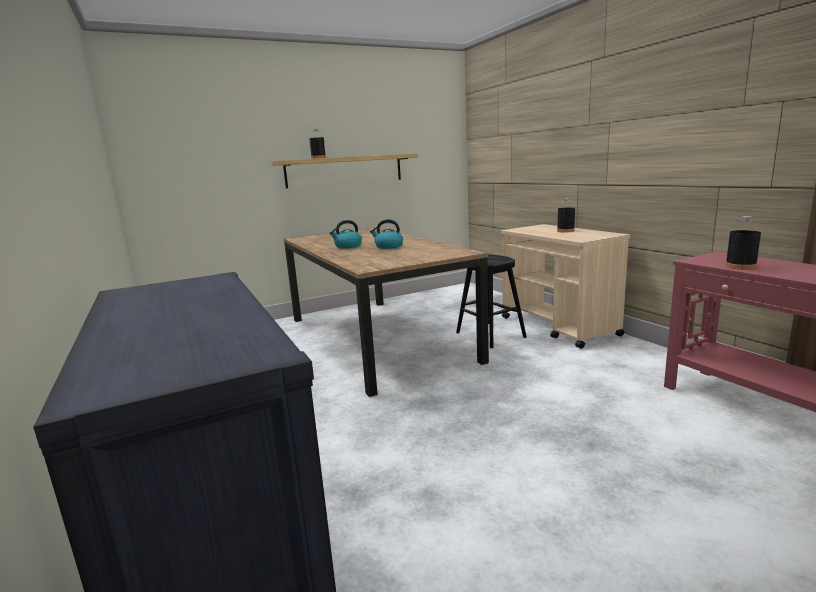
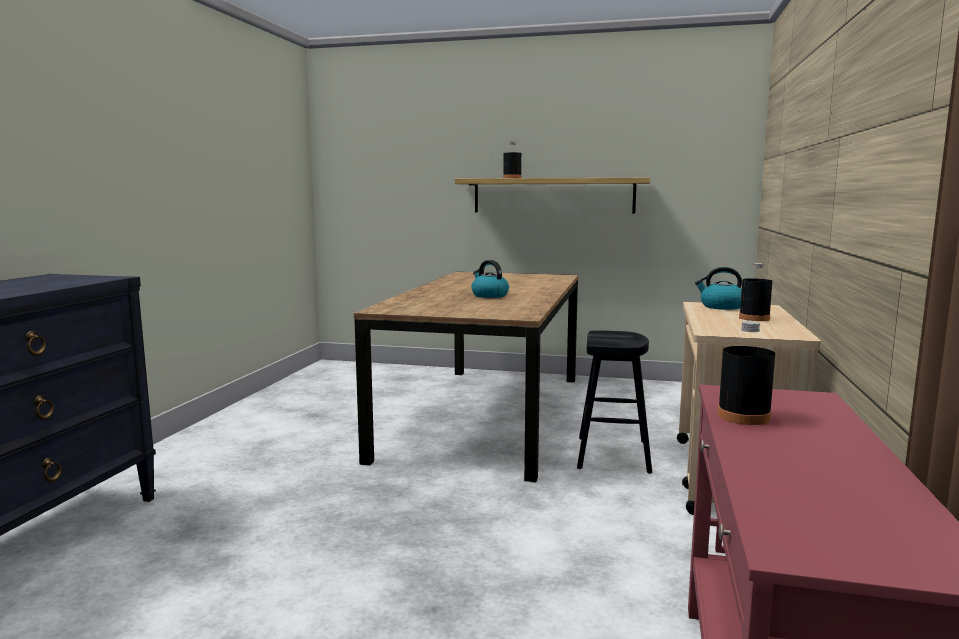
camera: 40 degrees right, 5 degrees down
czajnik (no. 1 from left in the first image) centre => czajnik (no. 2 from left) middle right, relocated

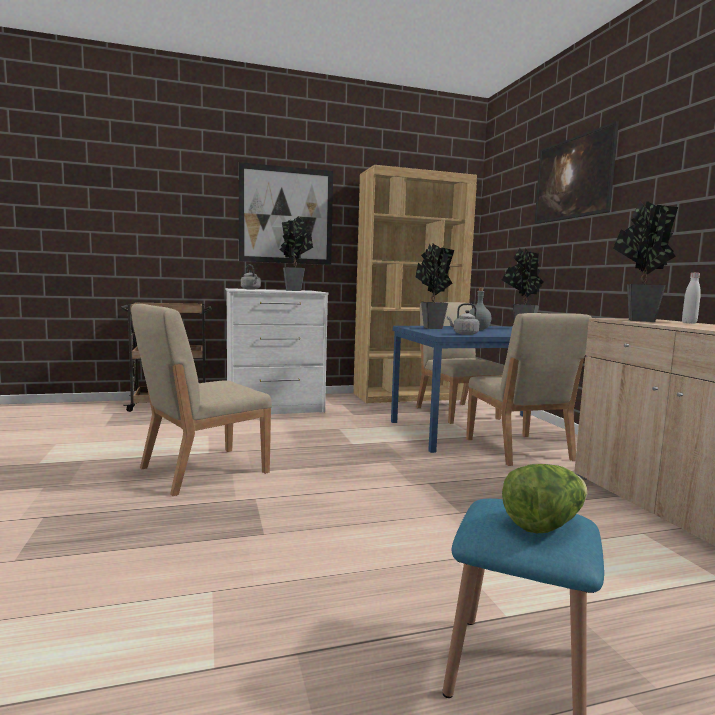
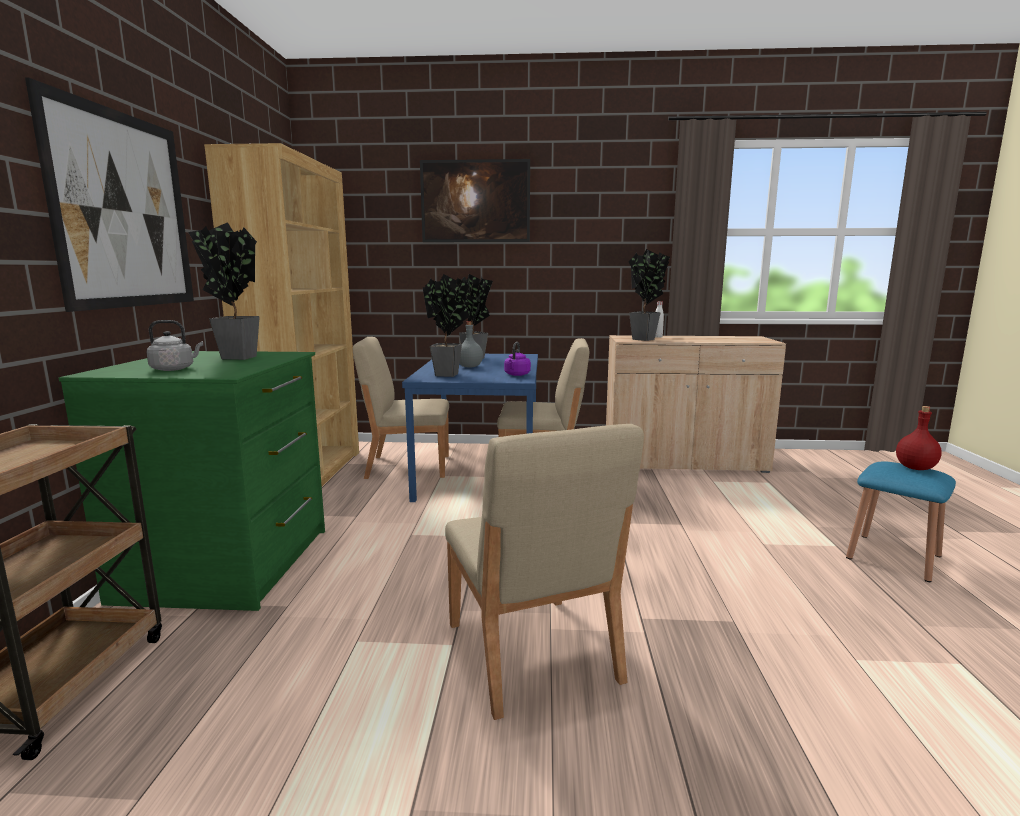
camera: 70 degrees left, 5 degrees up
komoda [biały] centre => komoda [zielony] middle left
czajnik [szary] (no. 2 from left) centre => czajnik [fioletowy] centre
sałata bottom right => butelka [czerwony] middle right

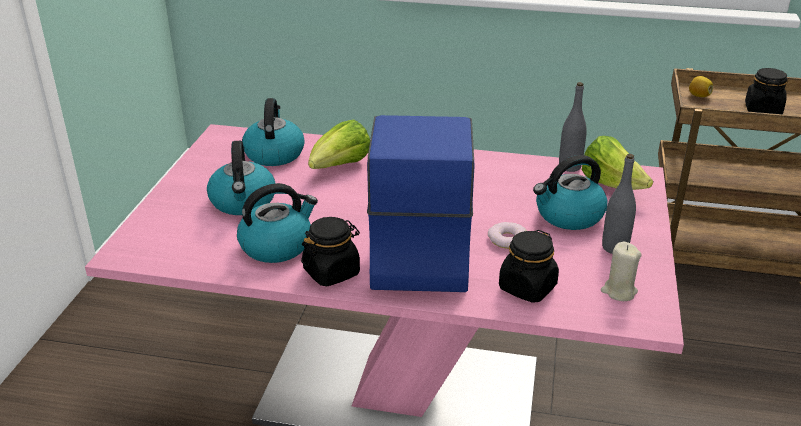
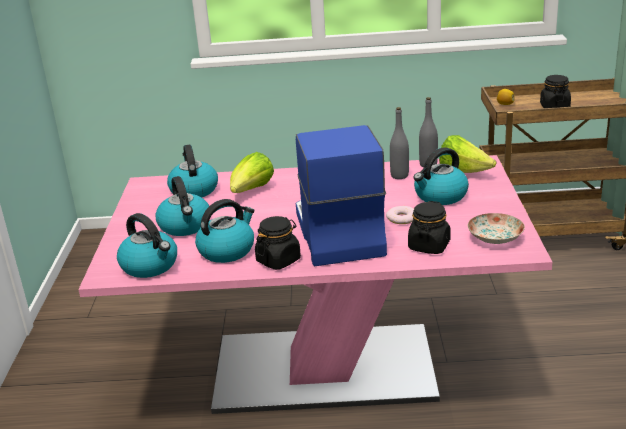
camera: 10 degrees left, 5 degrees down
butelka [szary] (no. 2 from left in the first image) middle right => butelka [szary] (no. 1 from left) centre, relocated
świeca [beżowy] middle right => talerz middle right
nothing => czajnik (no. 1 from left) middle left

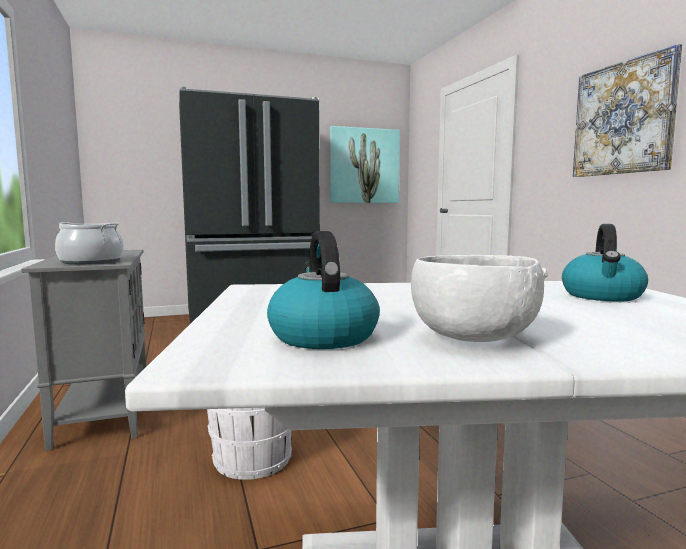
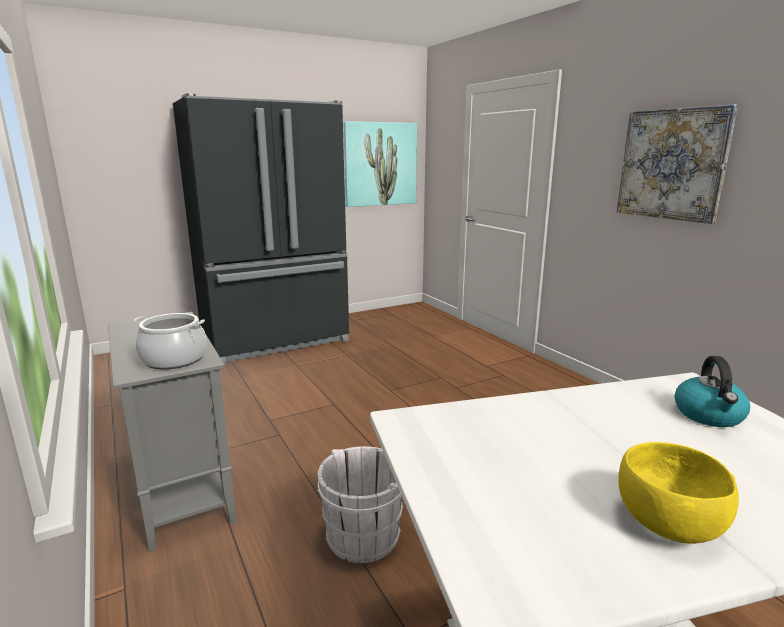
camera: 10 degrees left, 10 degrees up
czajnik (no. 1 from left) centre => nothing
miska [biały] middle right => miska [żółty] bottom right

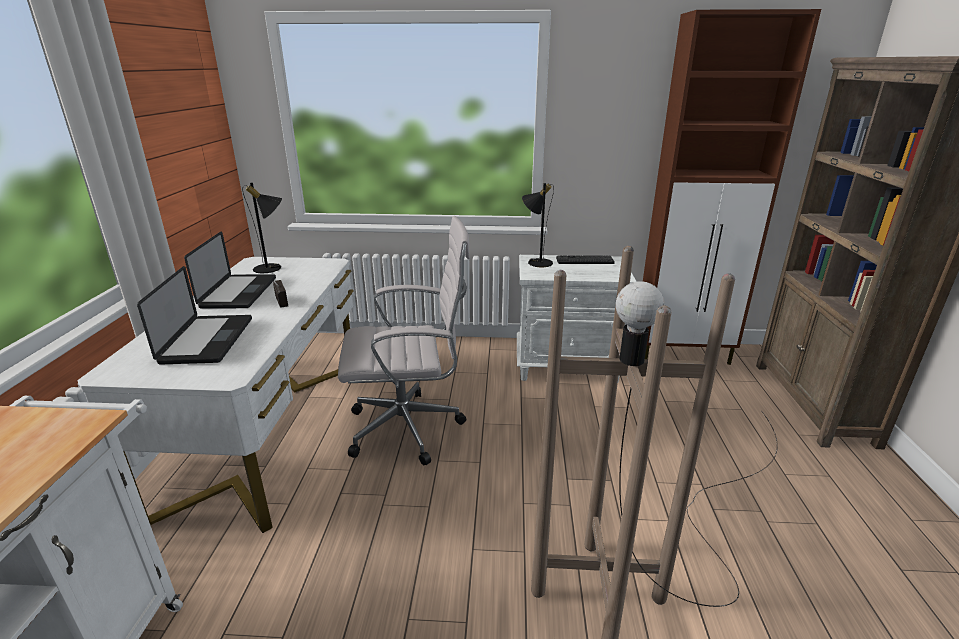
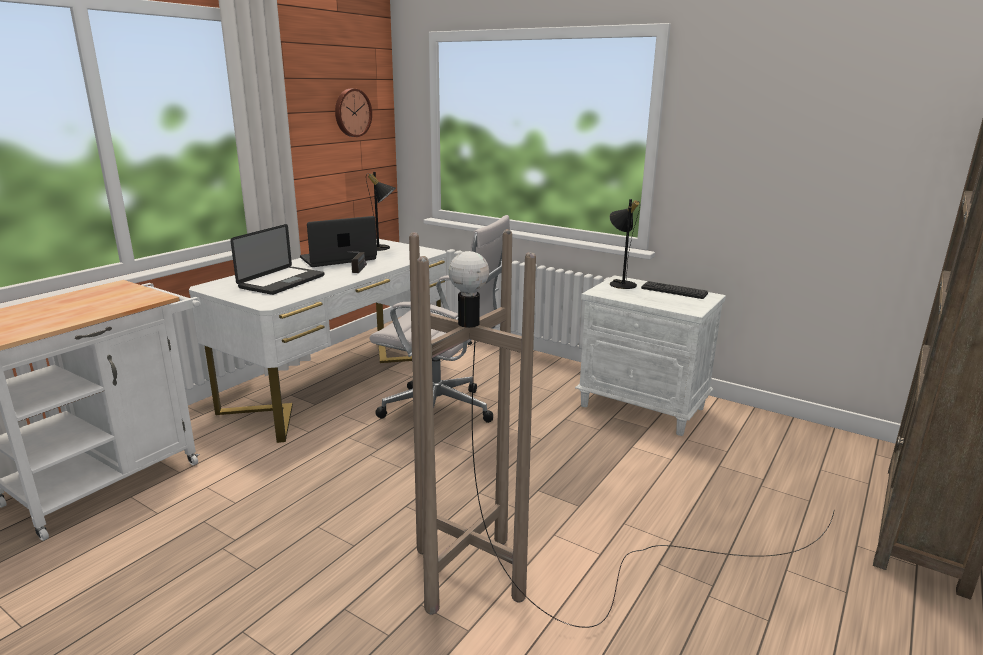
camera: 30 degrees right, 5 degrees down
szafka [brązowy] top right => nothing
laptop (no. 2 from left) middle left => laptop (no. 2 from left) centre, 150 degrees counterclockwise
nothing => zegar ścienny top centre

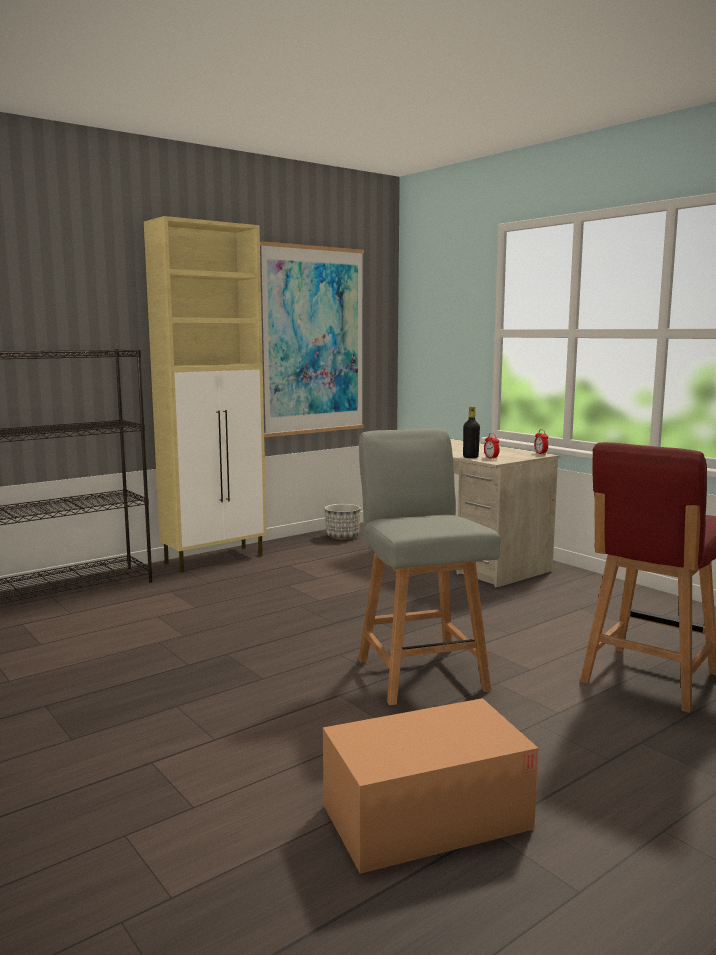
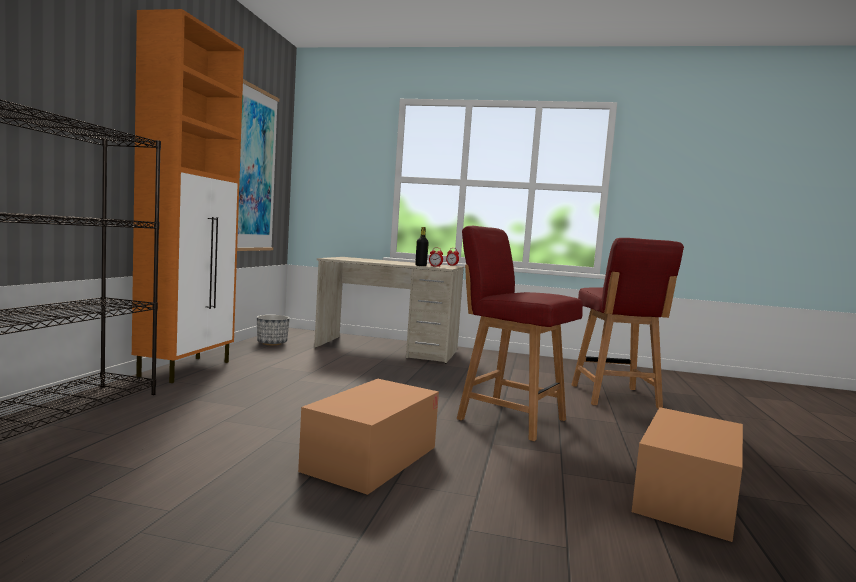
camera: 40 degrees left, 5 degrees down
szafka [beżowy] middle left => szafka [pomarańczowy] middle left
krzesło [szary] centre => krzesło [czerwony] (no. 1 from left) centre
nothing => karton (no. 1 from left) bottom centre

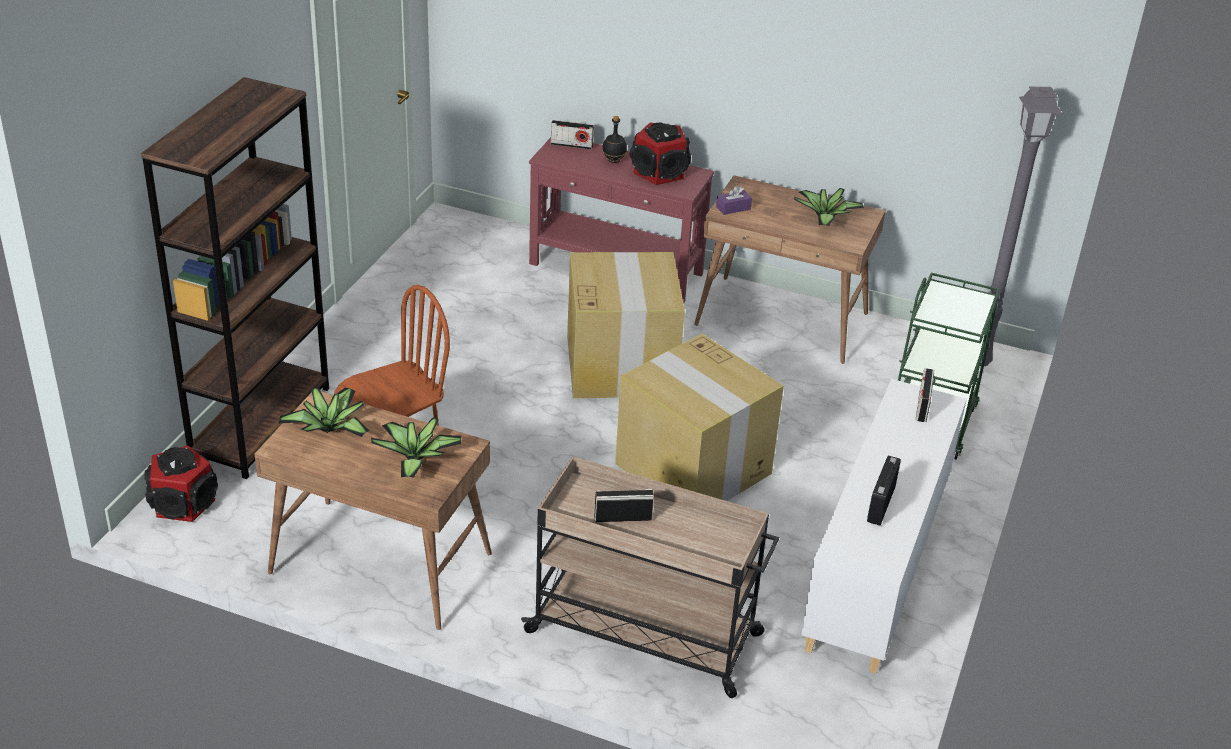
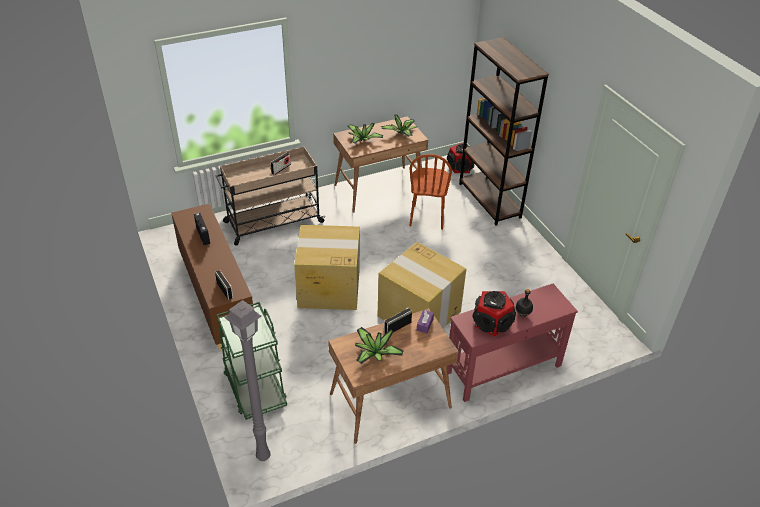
camera: 135 degrees right, 5 degrees up
radio (no. 1 from left in the first image) top centre => radio (no. 4 from left) centre, relocated
szafka [biały] bottom right => szafka [brązowy] middle left

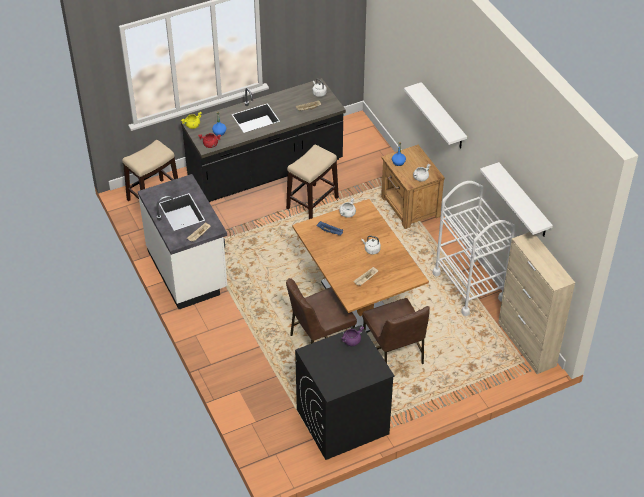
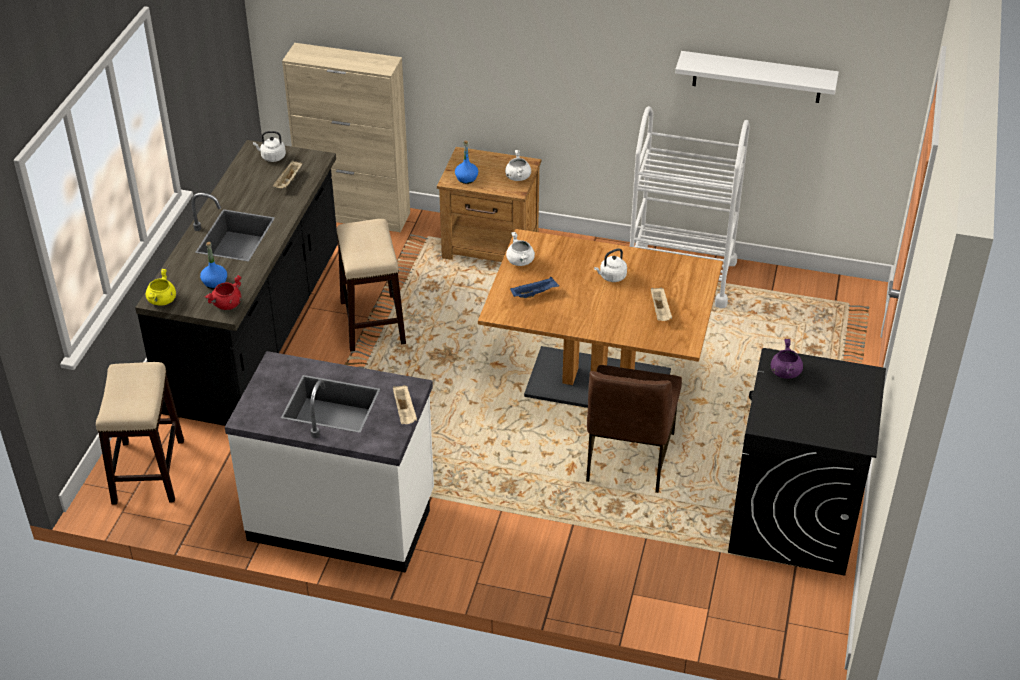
camera: 50 degrees left, 5 degrees down
półka [biały] (no. 1 from left) top right => nothing
szafka [beżowy] middle right => szafka [beżowy] top centre, relocated
krzesło [brązowy] (no. 2 from left) centre => nothing

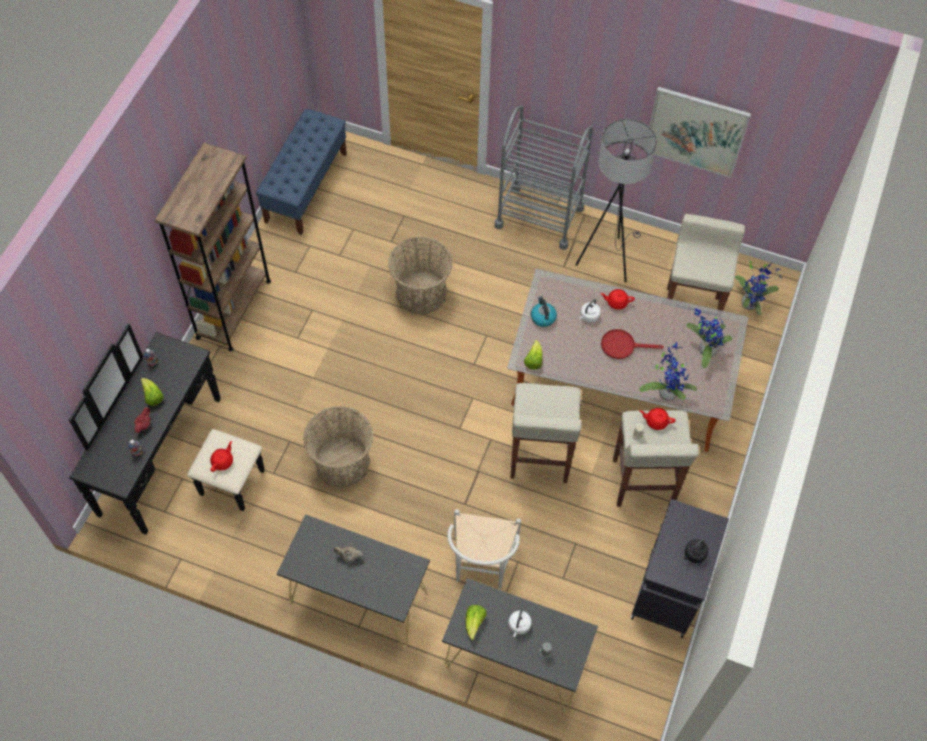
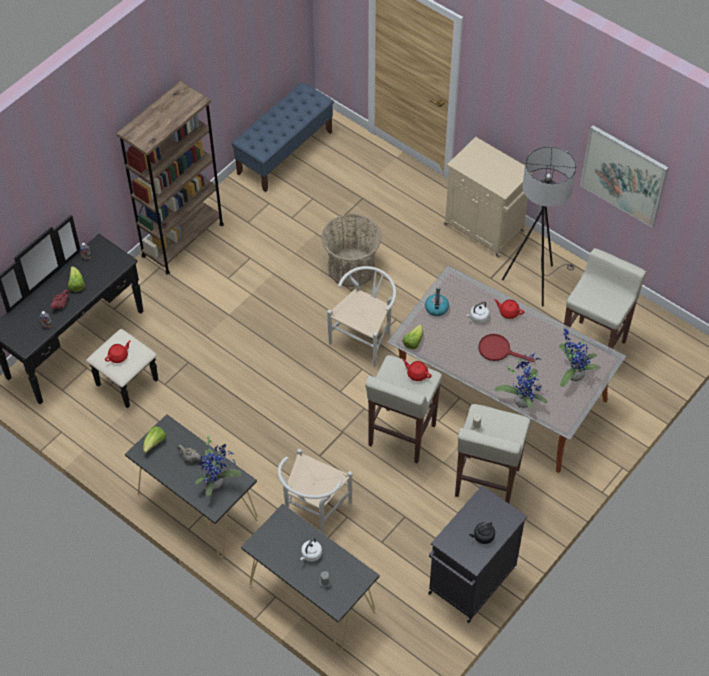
camera: 20 degrees right, 5 degrees down
wózek [szary] top centre => szafka [beżowy] top right
roślina doniczkowa (no. 3 from left in the first image) middle right => roślina doniczkowa (no. 1 from left) bottom left, relocated
koszyk (no. 1 from left) centre => nothing
imbryk [czerwony] (no. 4 from left in the first image) middle right => imbryk [czerwony] (no. 3 from left) centre, relocated
sałata (no. 2 from left) bottom centre => sałata (no. 2 from left) middle left, relocated
nothing => krzesło [biały] (no. 2 from left) centre

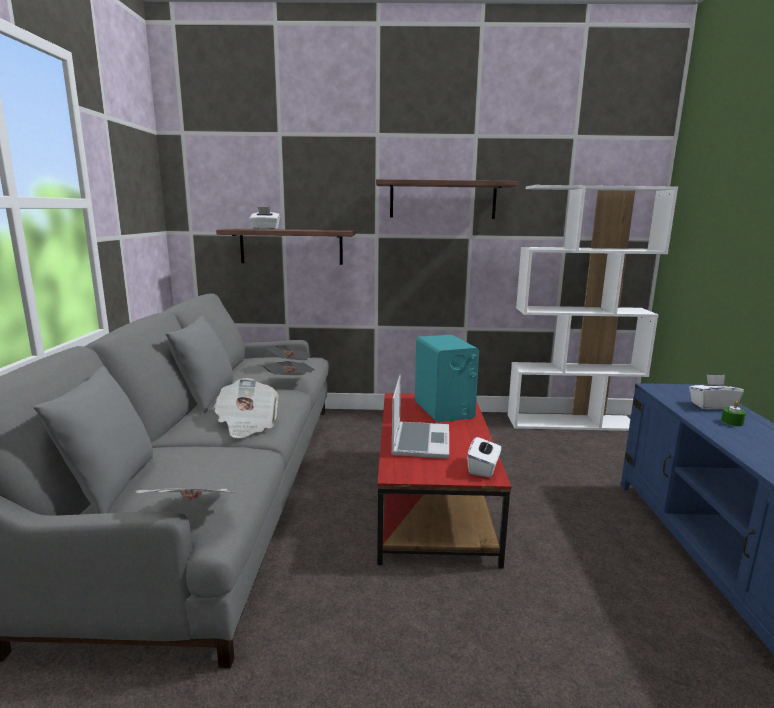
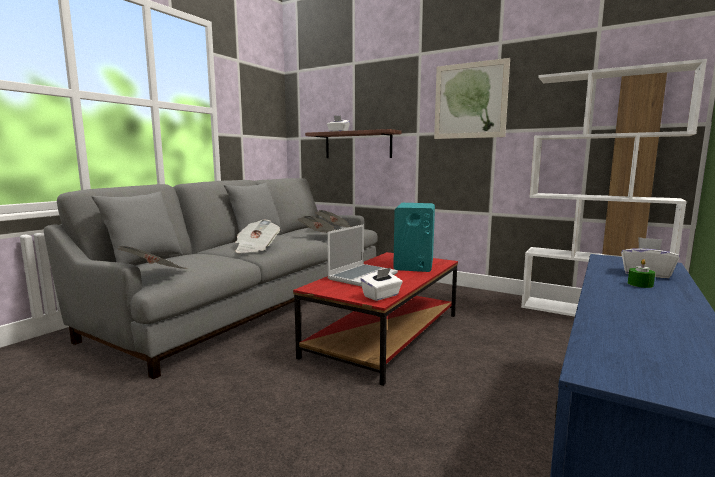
camera: 30 degrees right, 5 degrees down
półka (no. 2 from left) top centre => obraz top centre

